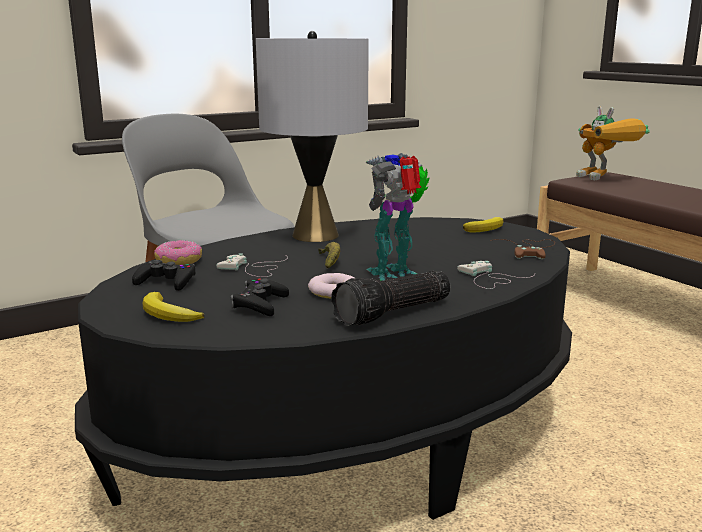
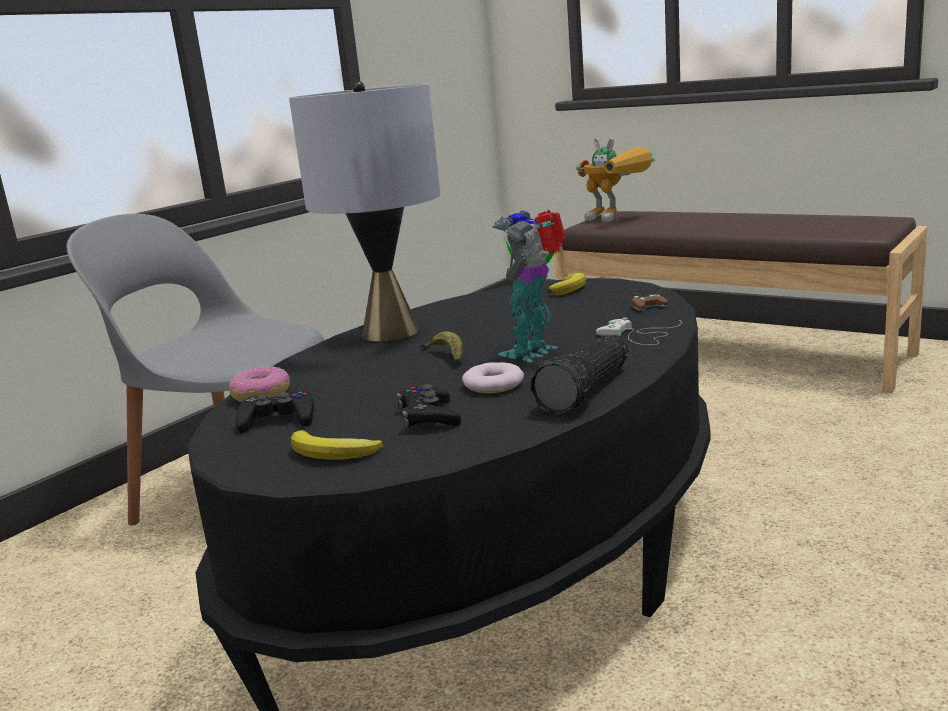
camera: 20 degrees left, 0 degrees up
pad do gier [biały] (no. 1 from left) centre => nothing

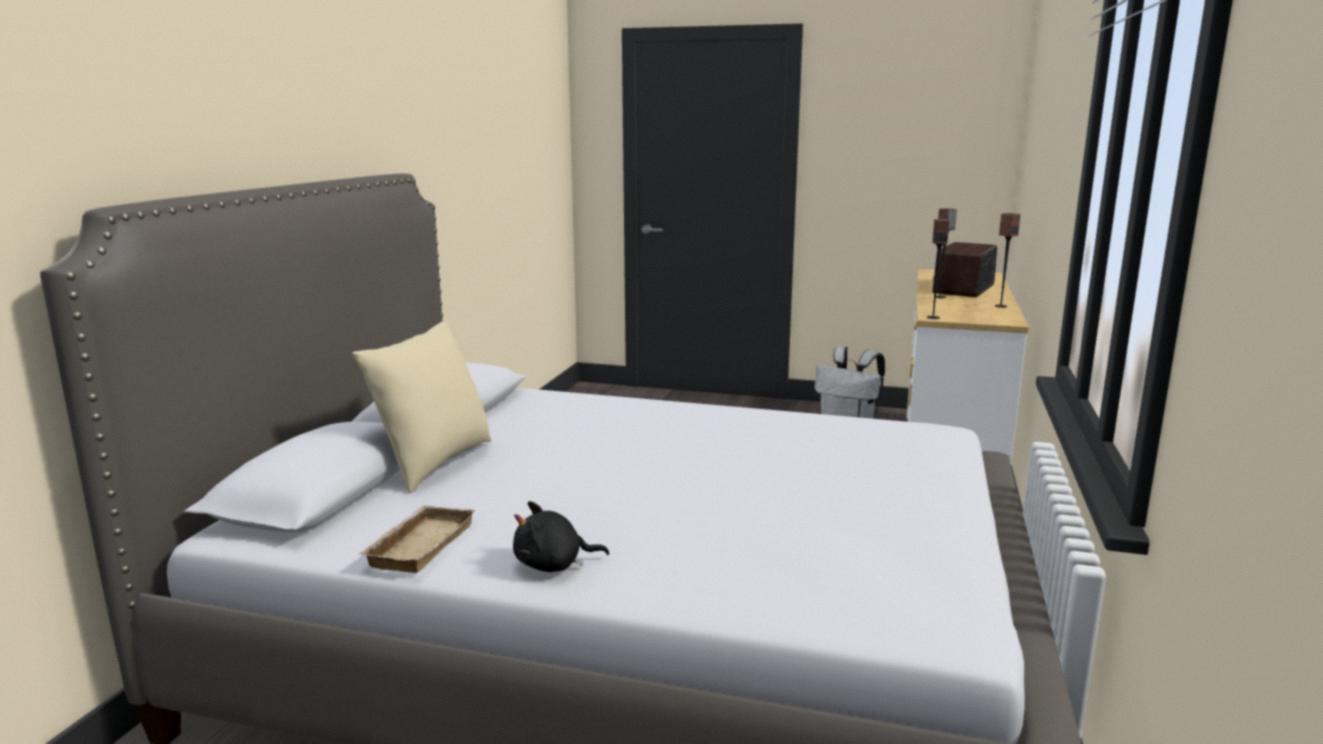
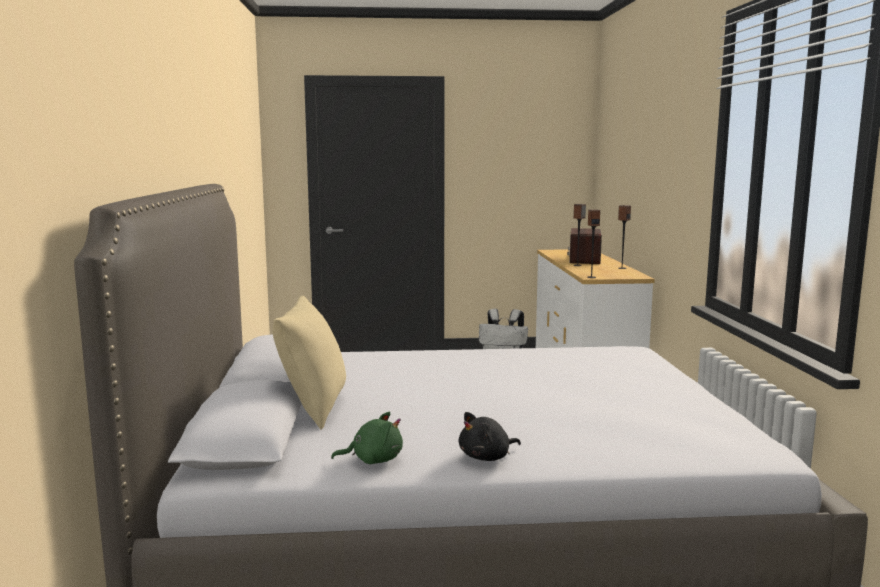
camera: 20 degrees left, 5 degrees down
taca [beżowy] bottom left => pluszak [zielony] bottom centre

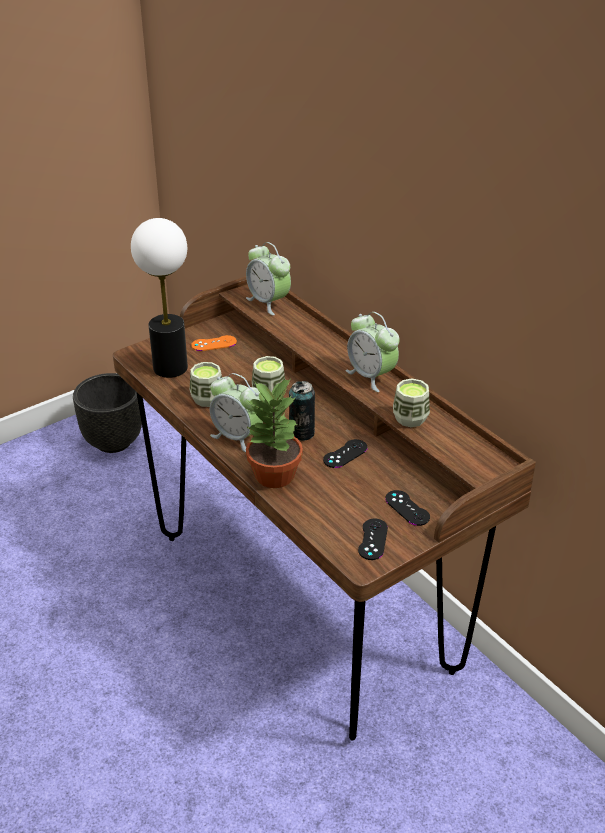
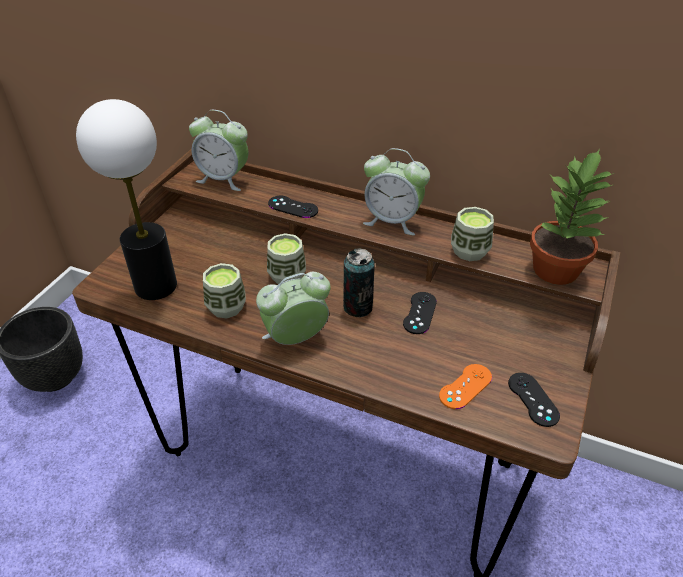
camera: 30 degrees left, 5 degrees up
pad do gier [pomarańczowy] centre => pad do gier [pomarańczowy] bottom right, relocated
budzik (no. 1 from left in the first image) centre => budzik (no. 2 from left) centre, 150 degrees clockwise
roślina doniczkowa centre => roślina doniczkowa middle right, relocated
pad do gier [czarny] (no. 3 from left in the first image) middle right => pad do gier [czarny] (no. 1 from left) centre, relocated

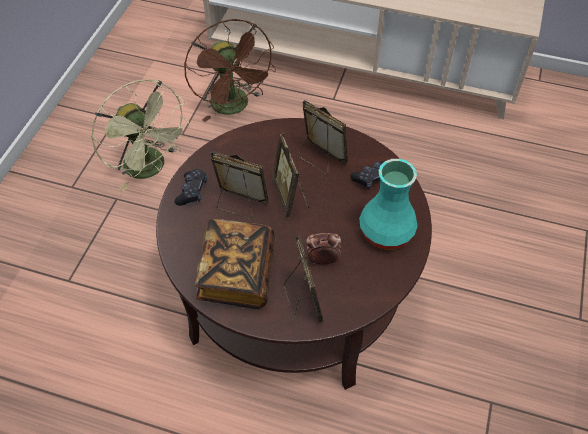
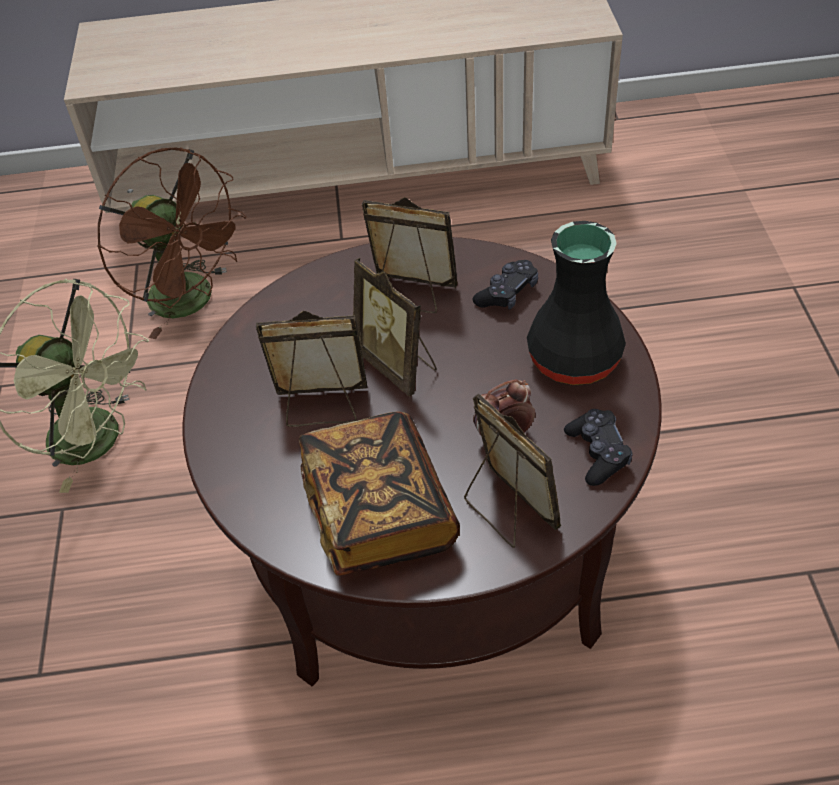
camera: 20 degrees left, 5 degrees down
wazon [turkusowy] centre => wazon [czarny] middle right
pad do gier [czarny] (no. 1 from left in the first image) middle left => pad do gier [czarny] (no. 2 from left) middle right, relocated

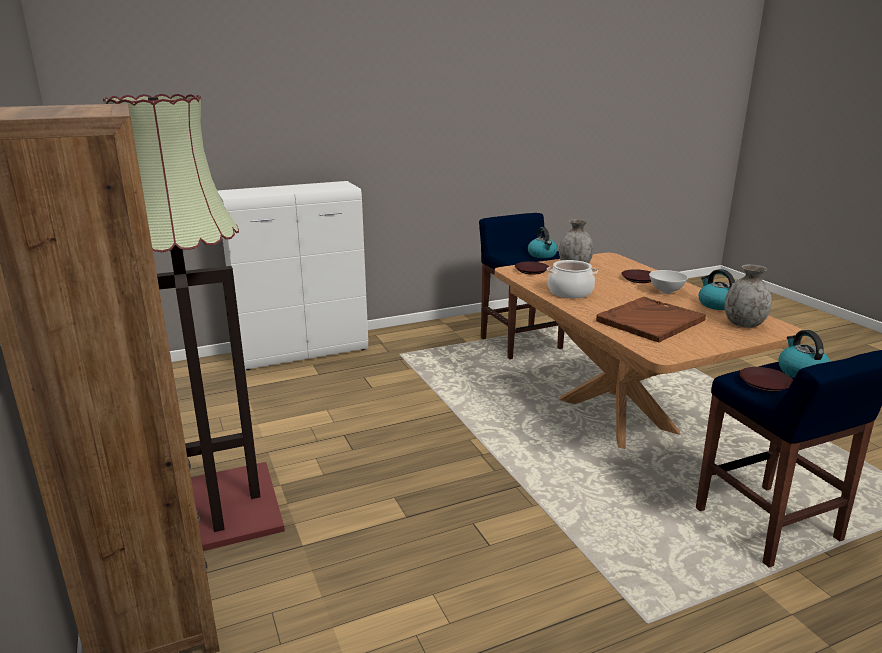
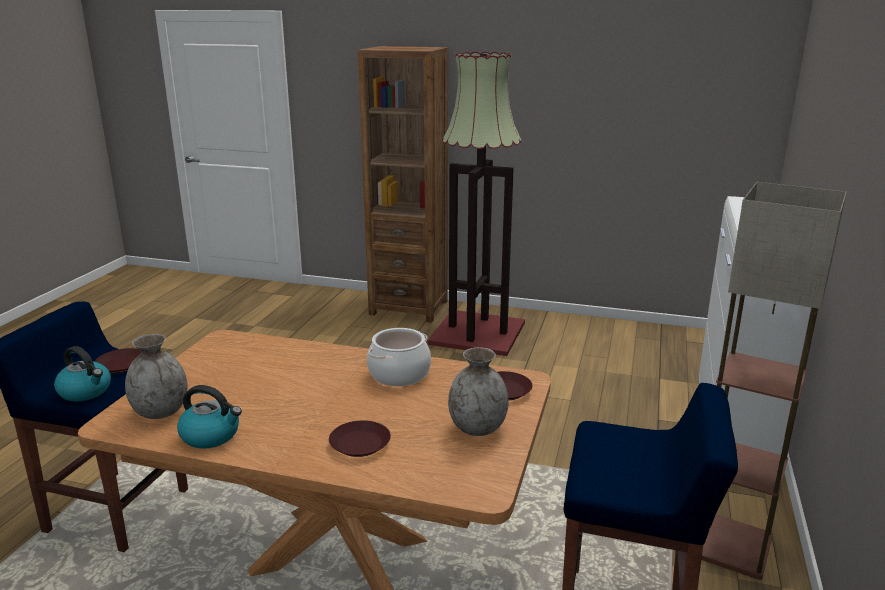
camera: 130 degrees right, 0 degrees up
czajnik (no. 1 from left) centre => nothing
miska [biały] middle right => nothing
taca [brązowy] middle right => nothing
nothing => lampa stojąca (no. 2 from left) middle right

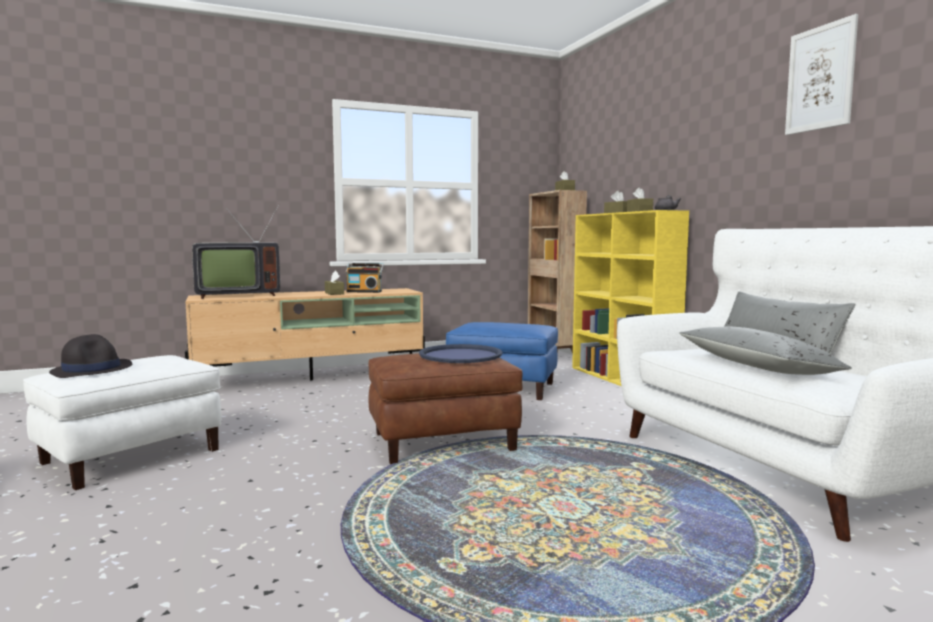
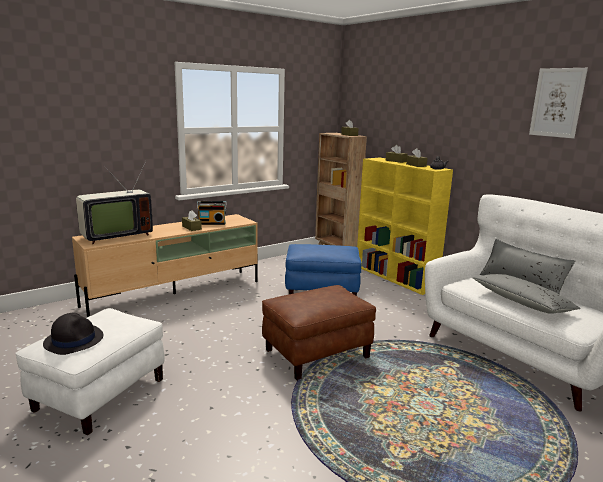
camera: 15 degrees left, 10 degrees up
taca [niebieski] centre => nothing

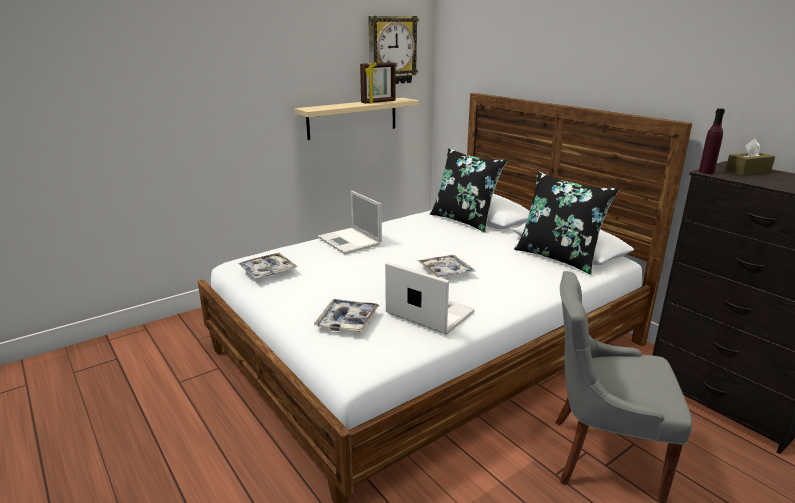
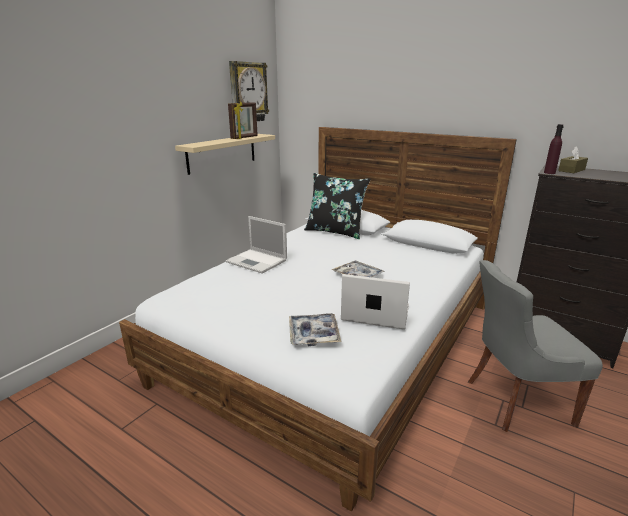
camera: 20 degrees left, 0 degrees up
poduszka [czarny] (no. 2 from left) middle right => nothing
taca (no. 1 from left) centre => nothing

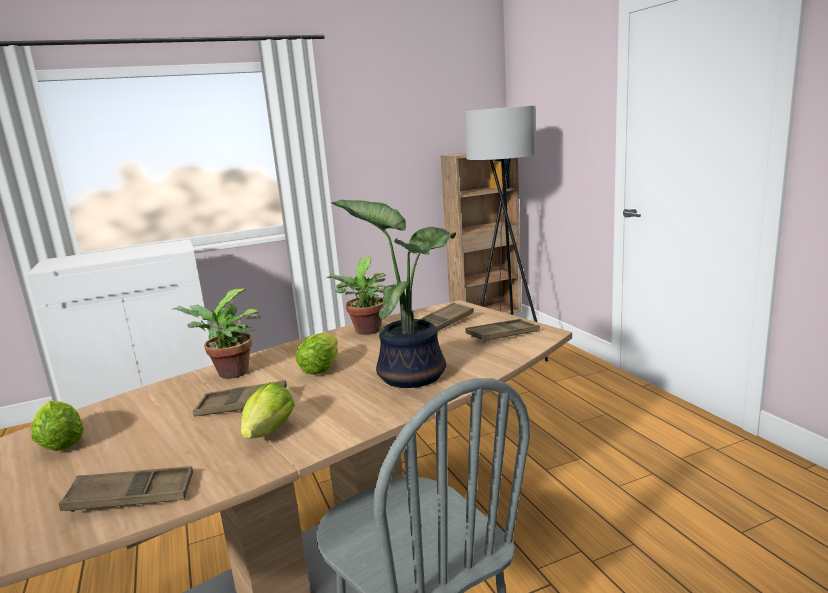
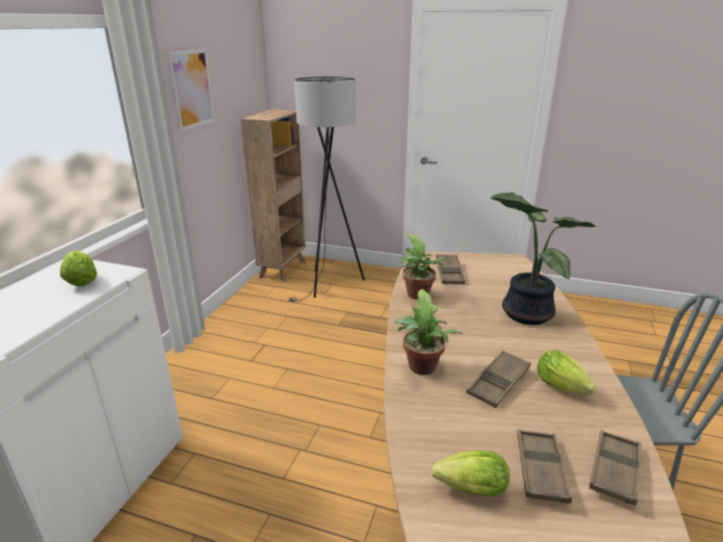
camera: 50 degrees left, 10 degrees up
taca [brązowy] (no. 4 from left in the first image) centre => taca [brązowy] (no. 3 from left) bottom right, relocated
sałata (no. 3 from left in the first image) centre => sałata (no. 1 from left) middle left, relocated
nothing => obraz top left

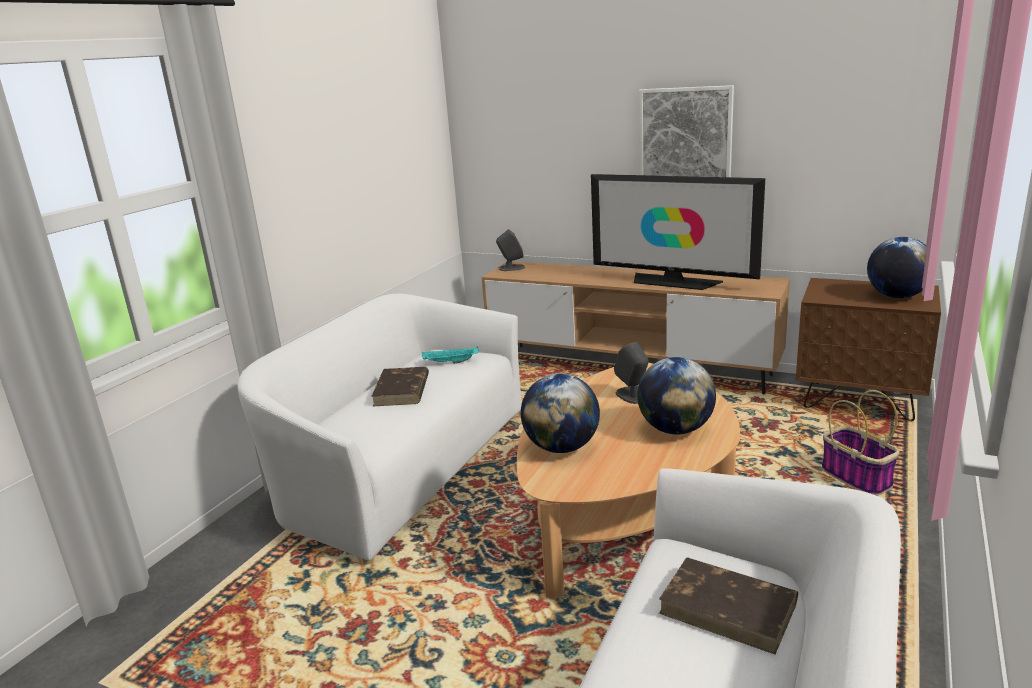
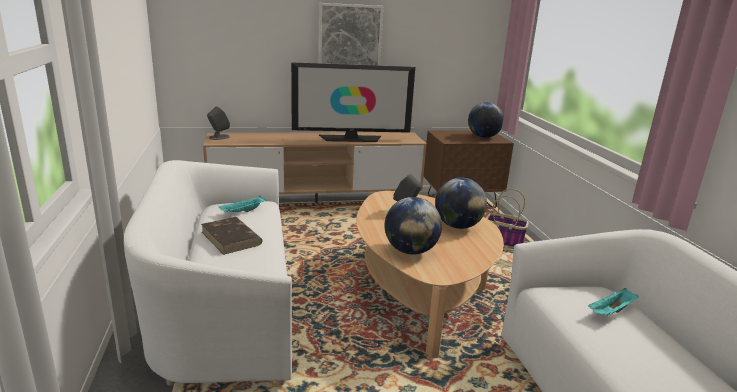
camera: 40 degrees left, 0 degrees up
książka [brązowy] (no. 2 from left) bottom right => taca [turkusowy] (no. 2 from left) bottom right

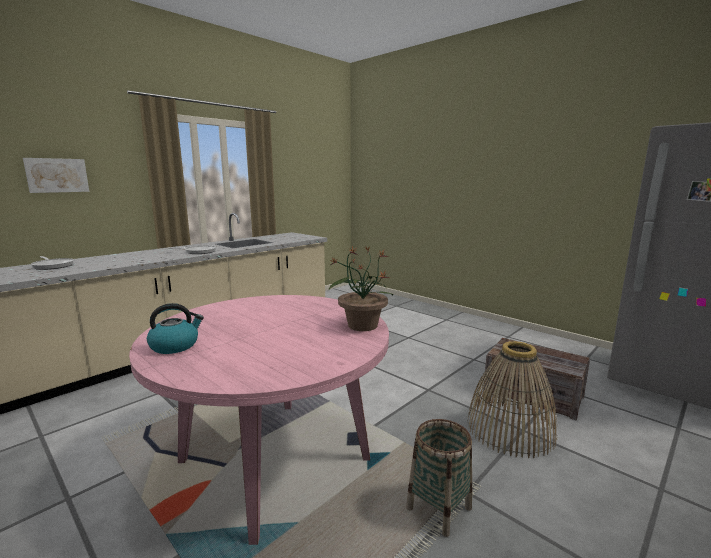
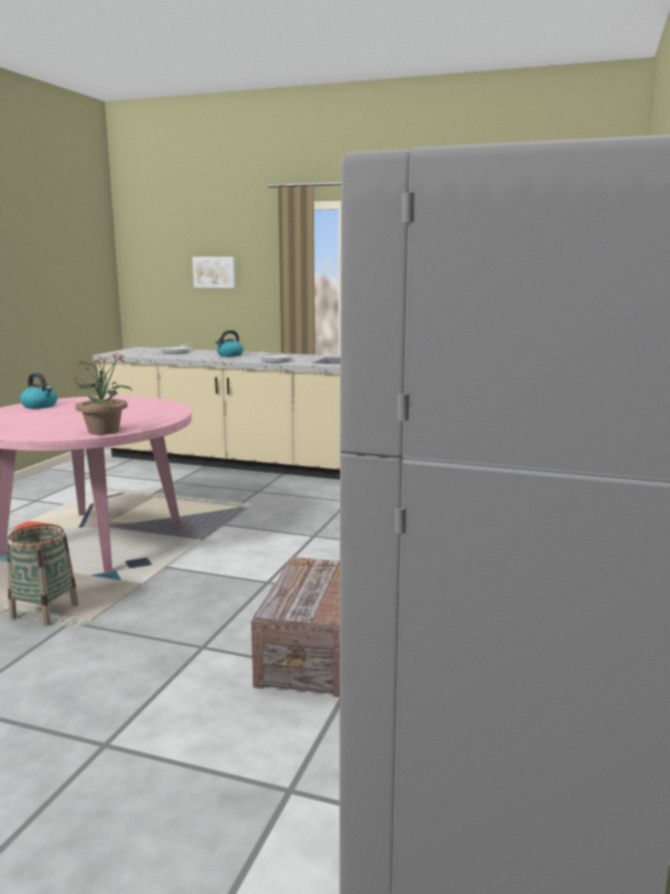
camera: 65 degrees right, 0 degrees up
koszyk (no. 2 from left) bottom right => nothing
nothing => czajnik (no. 2 from left) centre

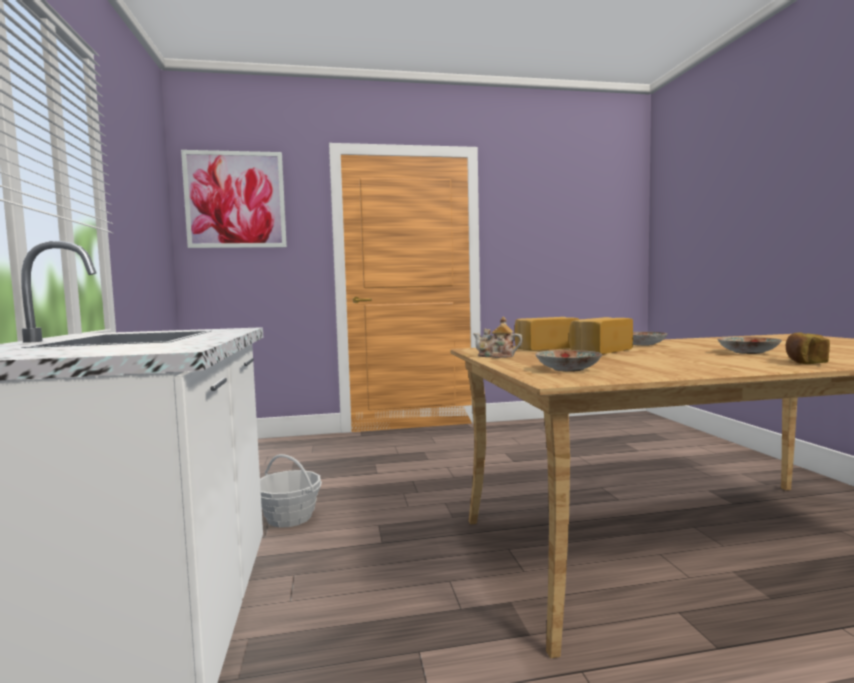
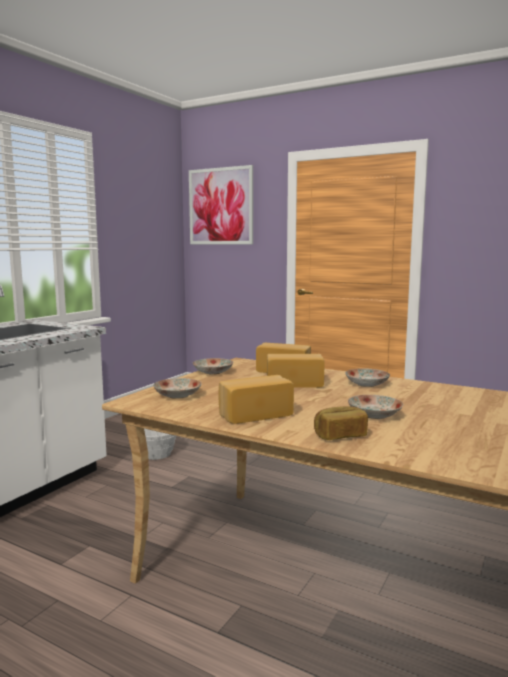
camera: 40 degrees right, 5 degrees up
imbryk centre => talerz (no. 2 from left) centre
nothing => chleb (no. 1 from left) centre

